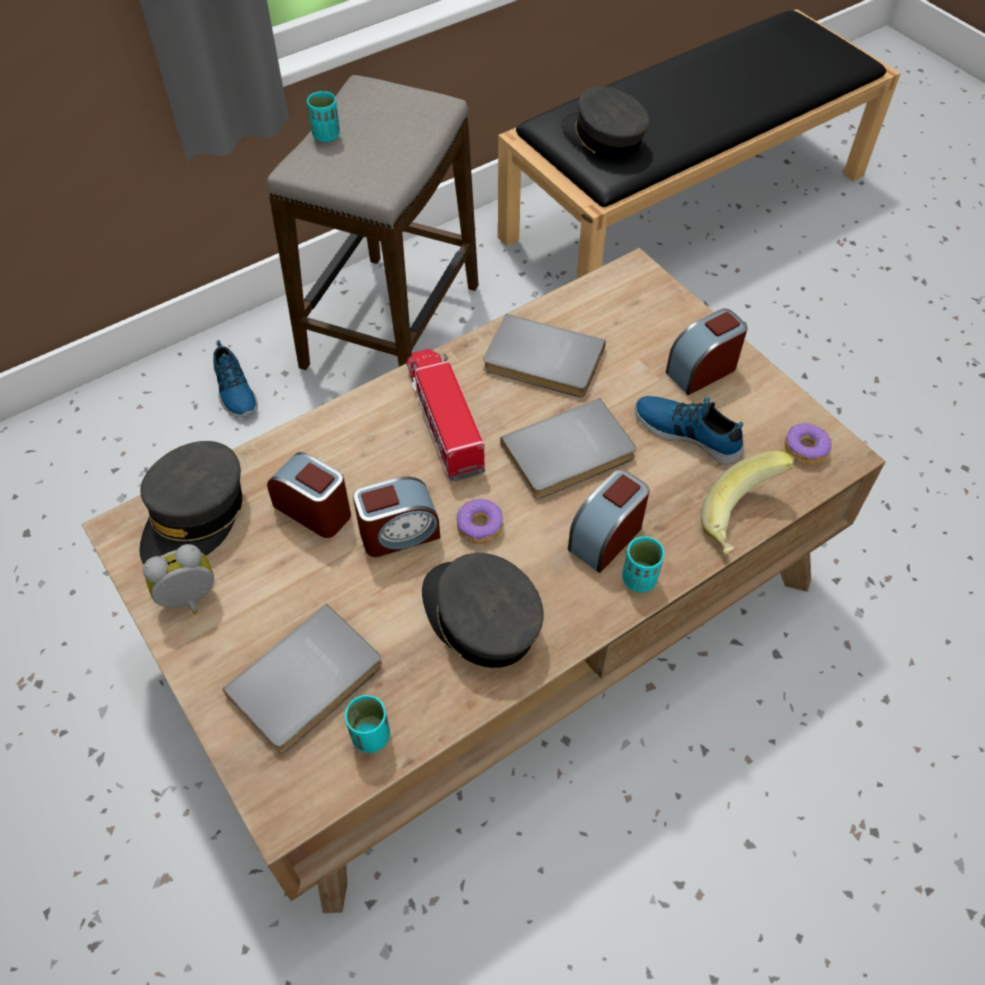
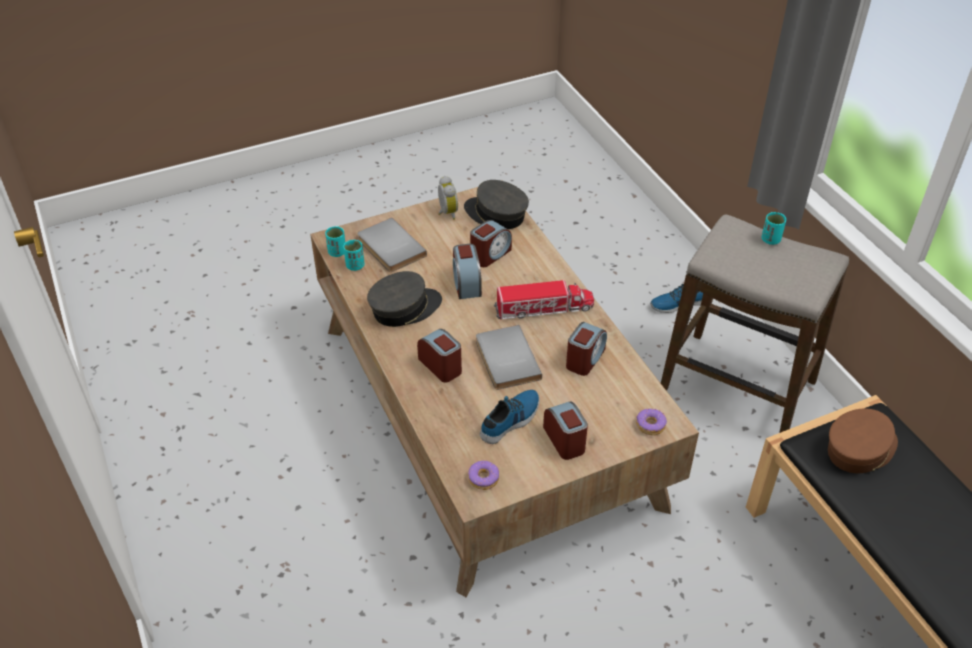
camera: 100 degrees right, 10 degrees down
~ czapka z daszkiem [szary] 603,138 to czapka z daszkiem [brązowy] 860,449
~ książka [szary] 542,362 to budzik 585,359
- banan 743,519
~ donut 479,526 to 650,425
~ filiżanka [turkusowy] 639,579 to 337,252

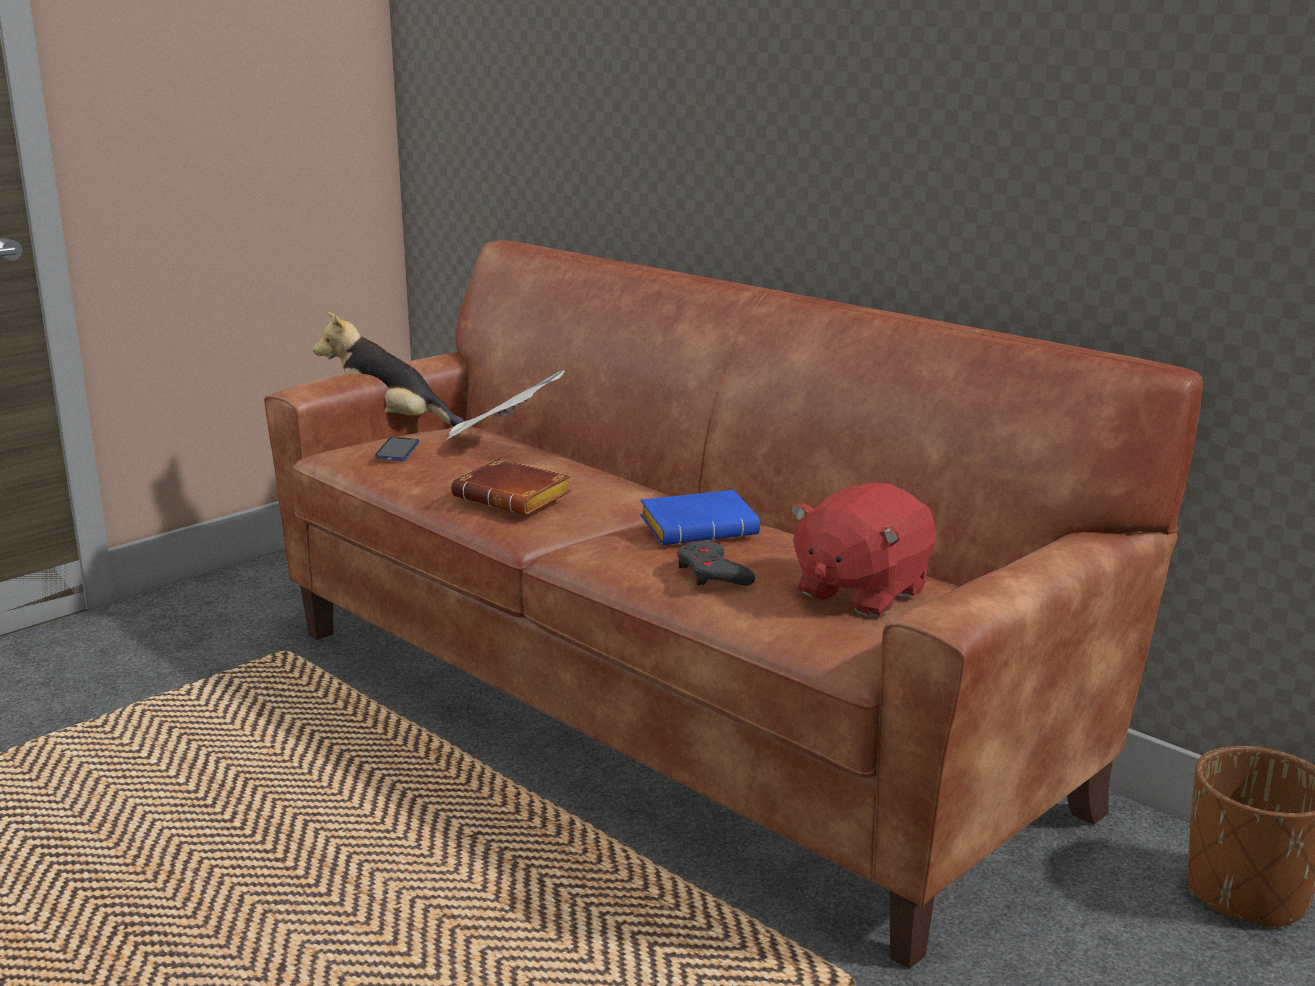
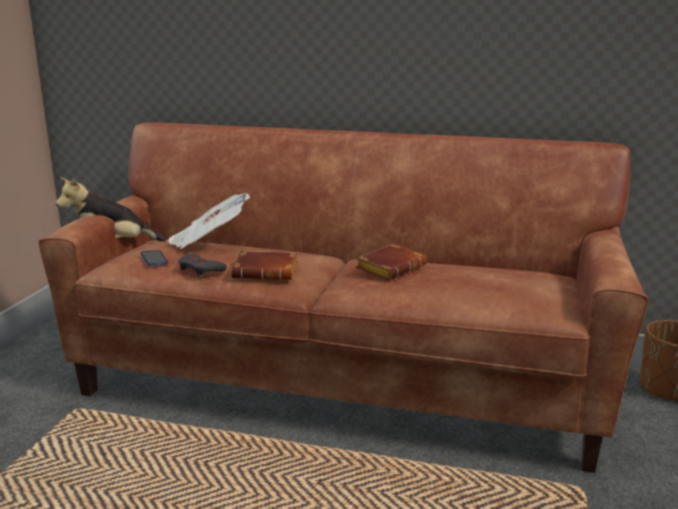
camera: 30 degrees left, 0 degrees up
- pluszak [czerwony] 860,592
~ książka [niebieski] 701,527 to książka [brązowy] 390,267
~ pad do gier [szary] 712,573 to 200,269

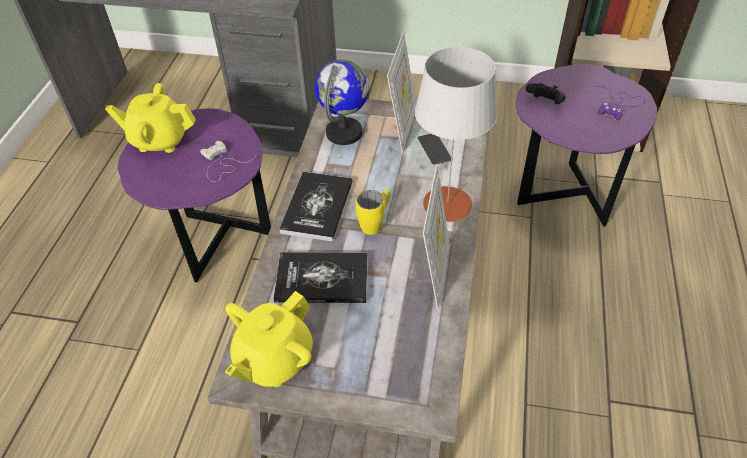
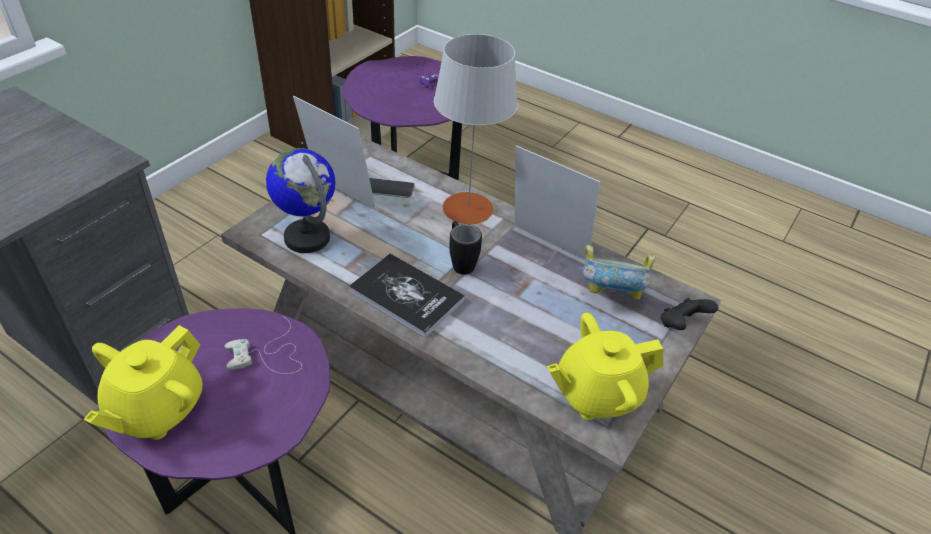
camera: 70 degrees left, 5 degrees down
~ pad do gier [czarny] 544,103 to 681,325
~ kubek [żółty] 375,223 to kubek [czarny] 460,262
- książka 322,279
~ imbryk [żółty] 274,359 = 596,394 105 degrees clockwise
+ miska 610,295

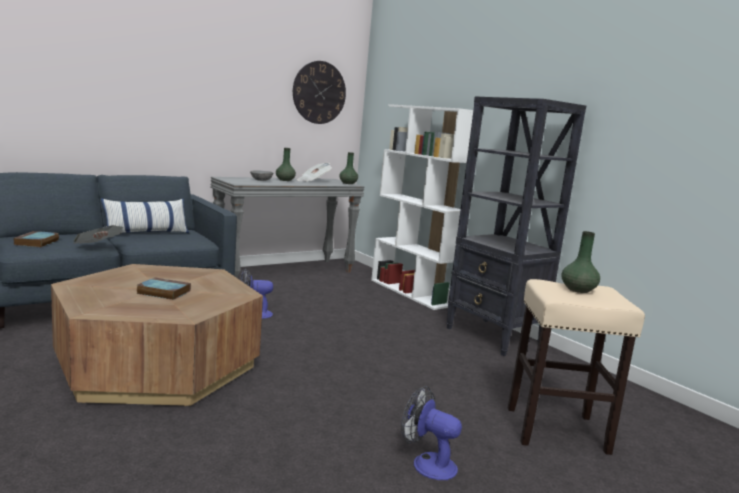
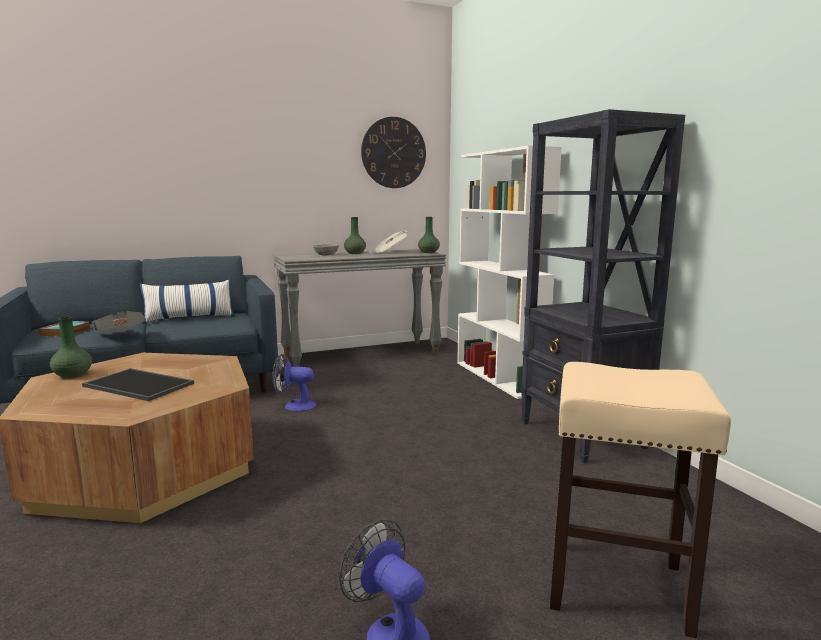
camera: 15 degrees right, 0 degrees up
~ wazon [zielony] 578,289 to 73,375
~ książka 162,292 to taca 136,385

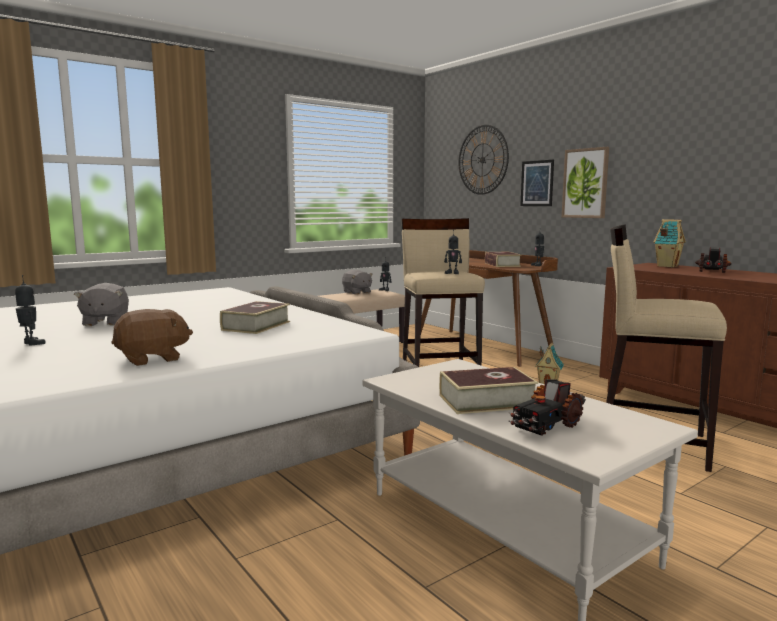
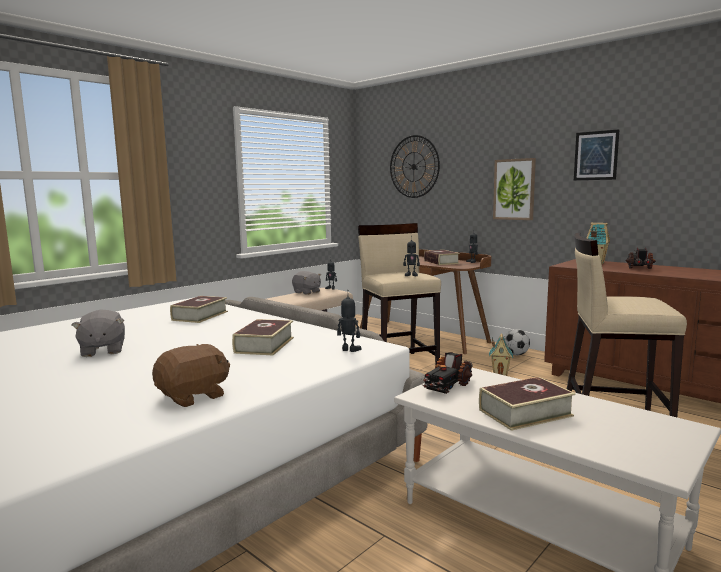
camera: 10 degrees left, 0 degrees up
~ obraz 537,183 to 596,155
~ robot zabawkowy 31,343 to 349,350
~ ciężarówka zabawkowa 546,425 to 447,385
+ książka 200,316
+ piłka futbolowa 516,354

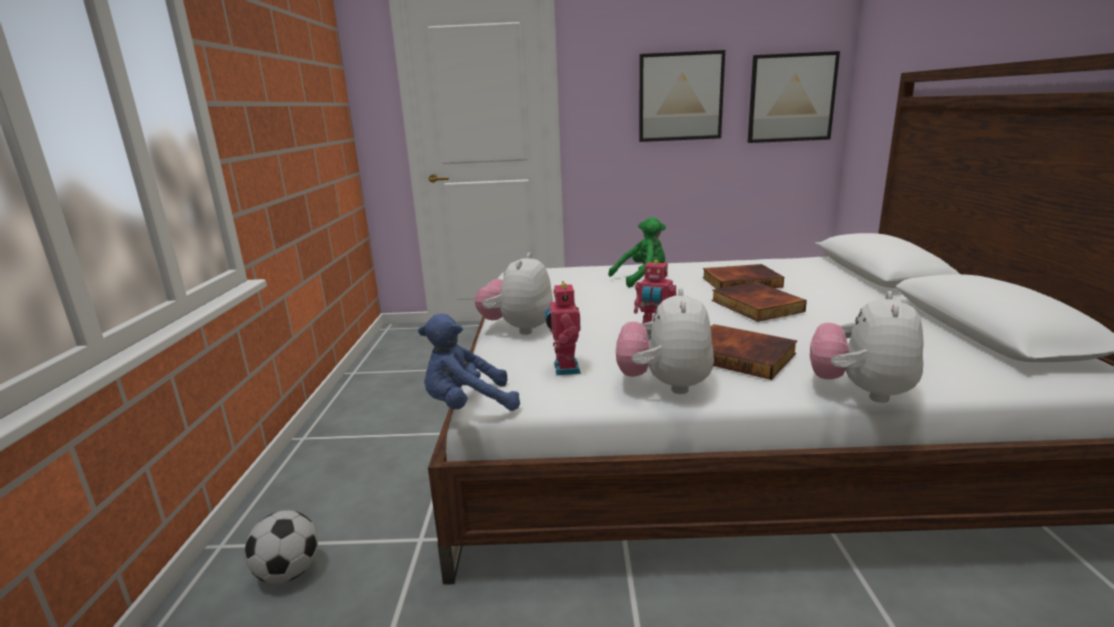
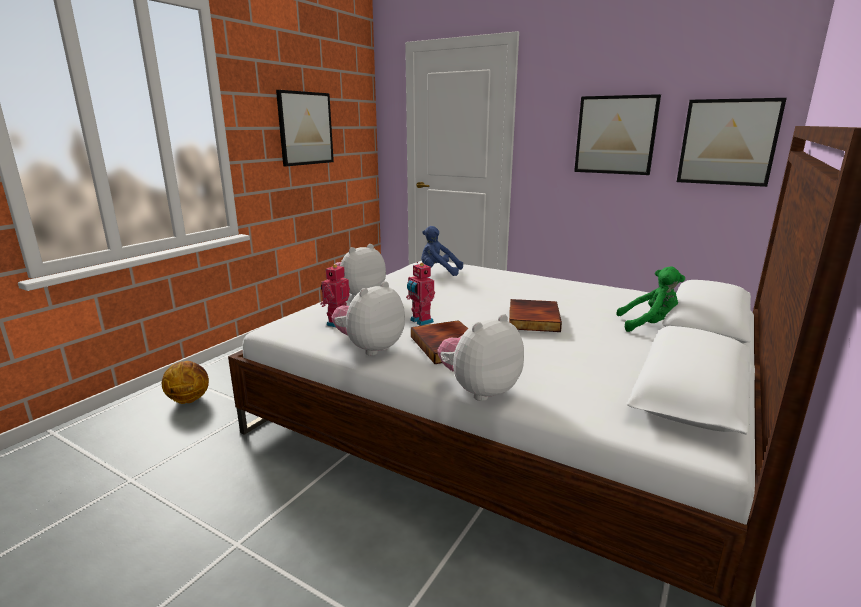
camera: 30 degrees right, 0 degrees up
~ pluszak [zielony] 642,278 to 649,325
- książka 741,282
~ pluszak [niebieski] 467,406 to 438,272
~ piłka futbolowa 289,572 to piłka do koszykówki 189,399
+ obraz 305,128

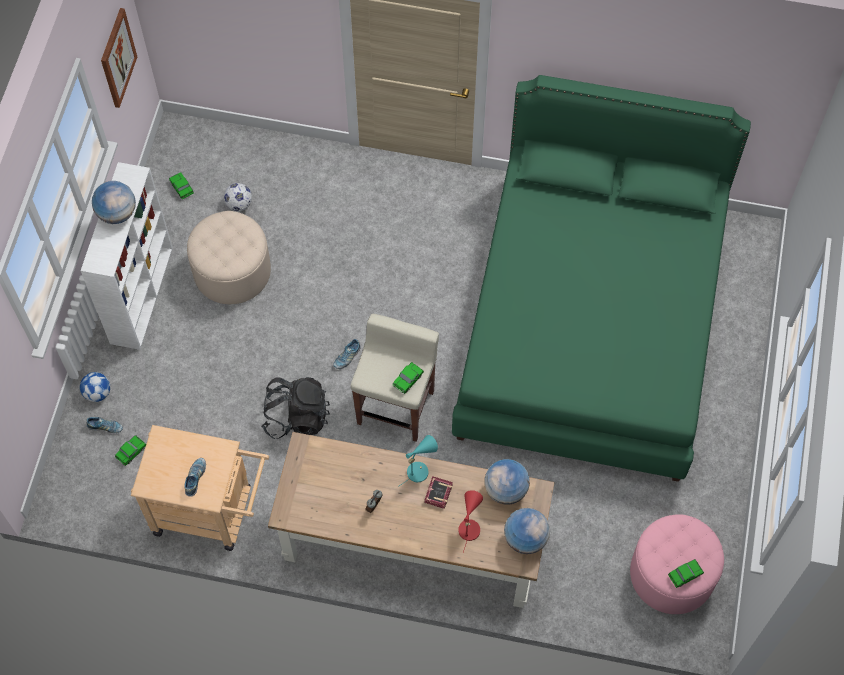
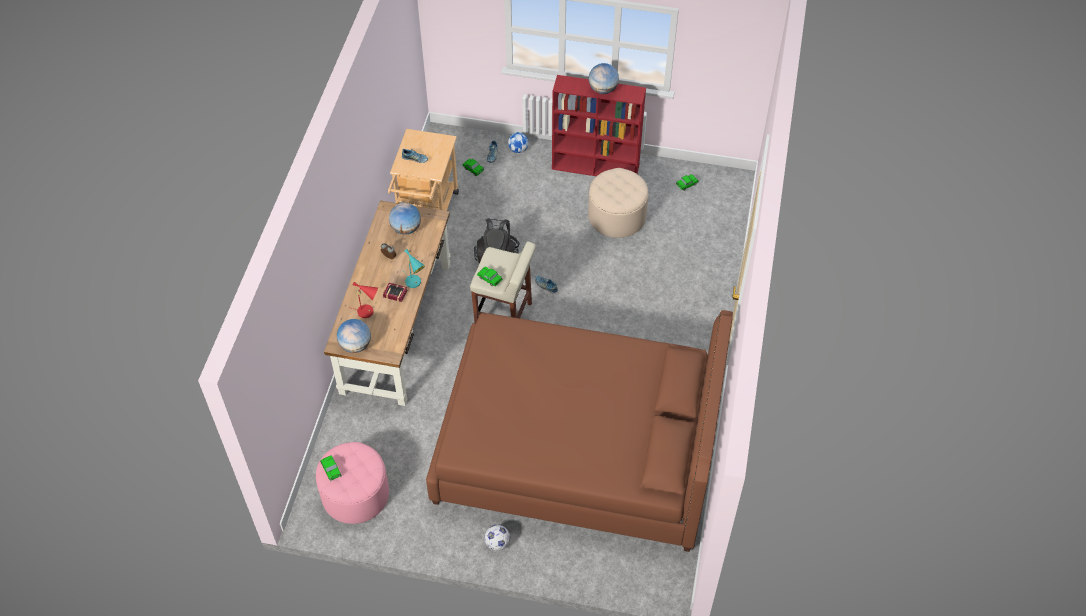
camera: 90 degrees right, 10 degrees down
- obraz 117,58
~ łóżko [zielony] 590,323 to łóżko [brązowy] 577,447
~ regał [biały] 141,293 to regał [czerwony] 596,167
~ piłka futbolowa 239,204 to 497,543
~ globus 506,490 to 406,229

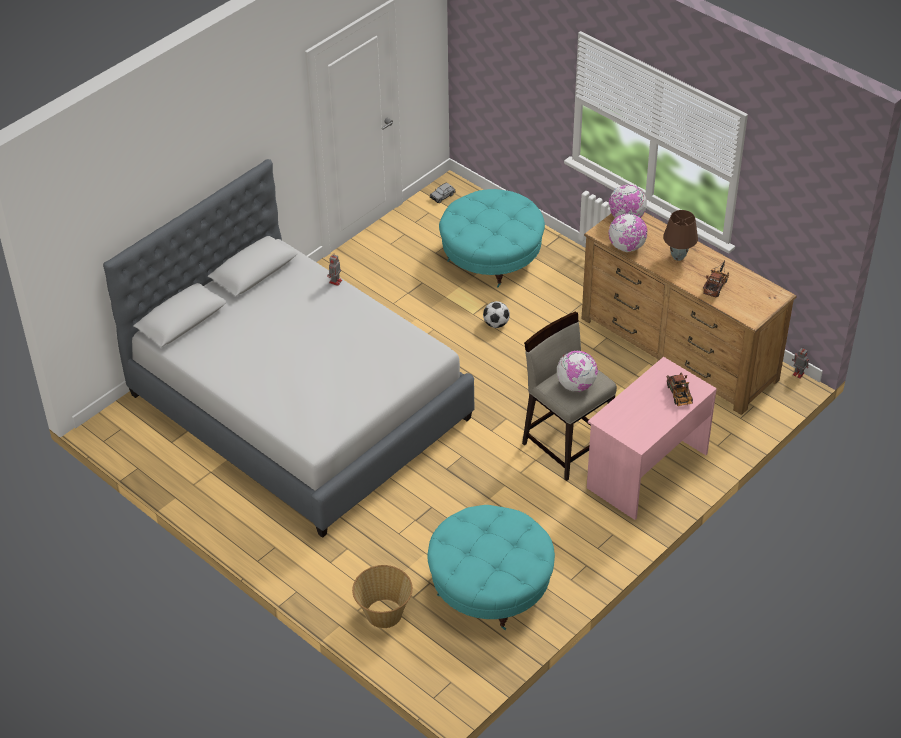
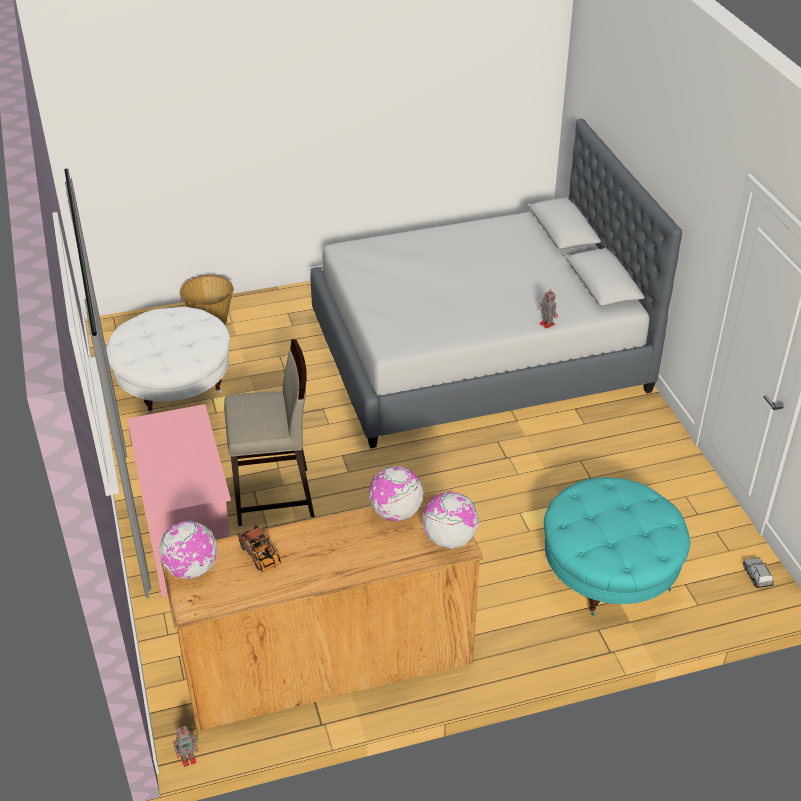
camera: 120 degrees right, 5 degrees down
- lampa stołowa [brązowy] 678,257
- piłka futbolowa 496,324
~ globus 576,385 to 191,569
- ciężarówka zabawkowa 679,396
~ pufa [turkusowy] 490,586 to pufa [biały] 174,382

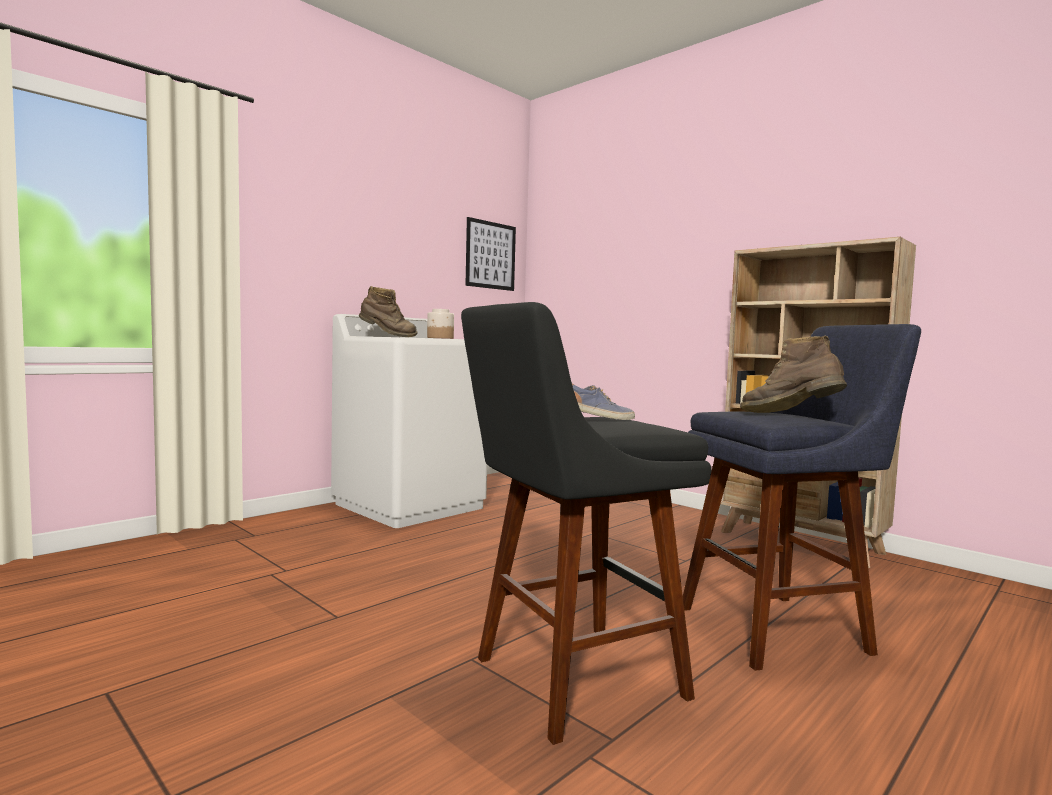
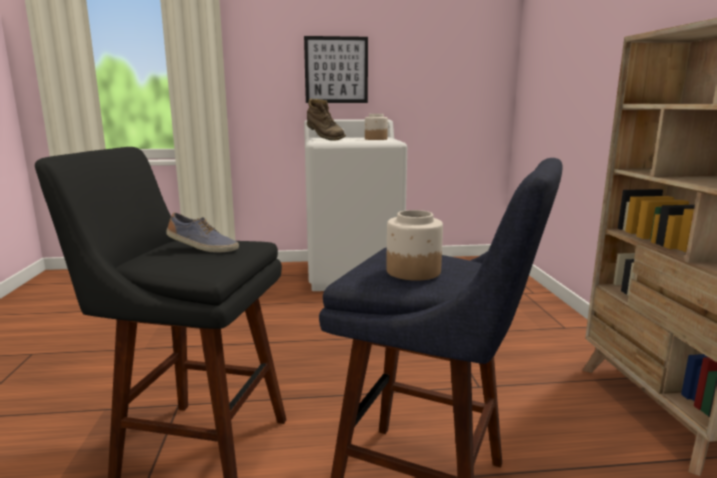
camera: 40 degrees right, 10 degrees up
~ obraz 490,255 to 336,70
~ but z cholewką [brązowy] 790,416 to słoik 412,271

